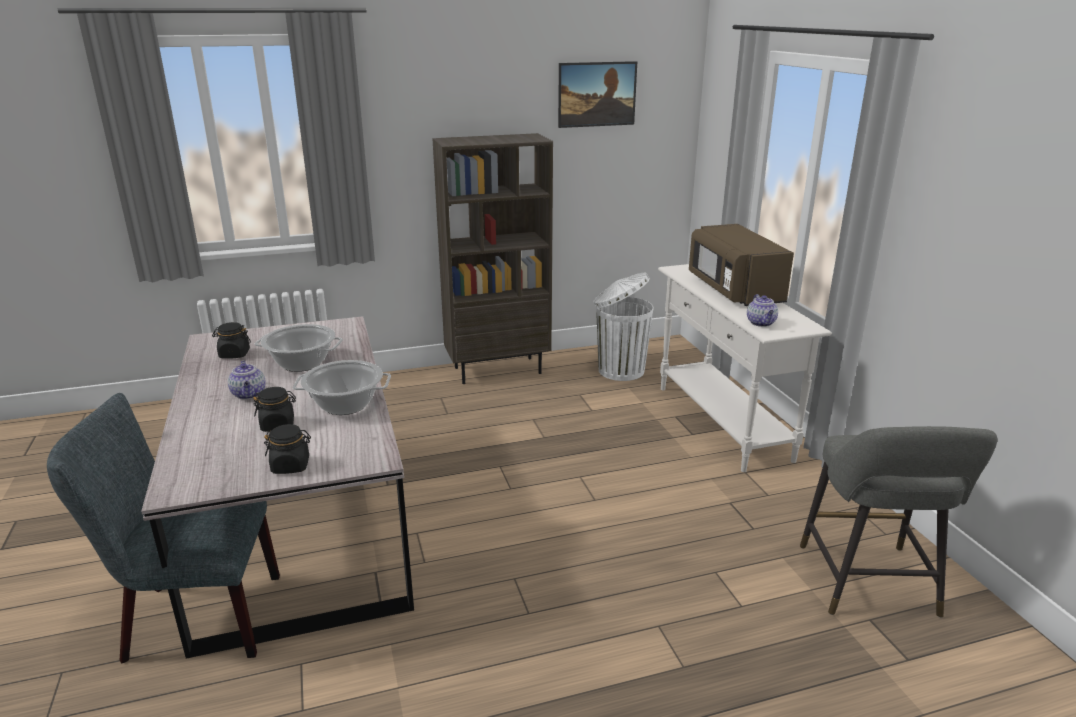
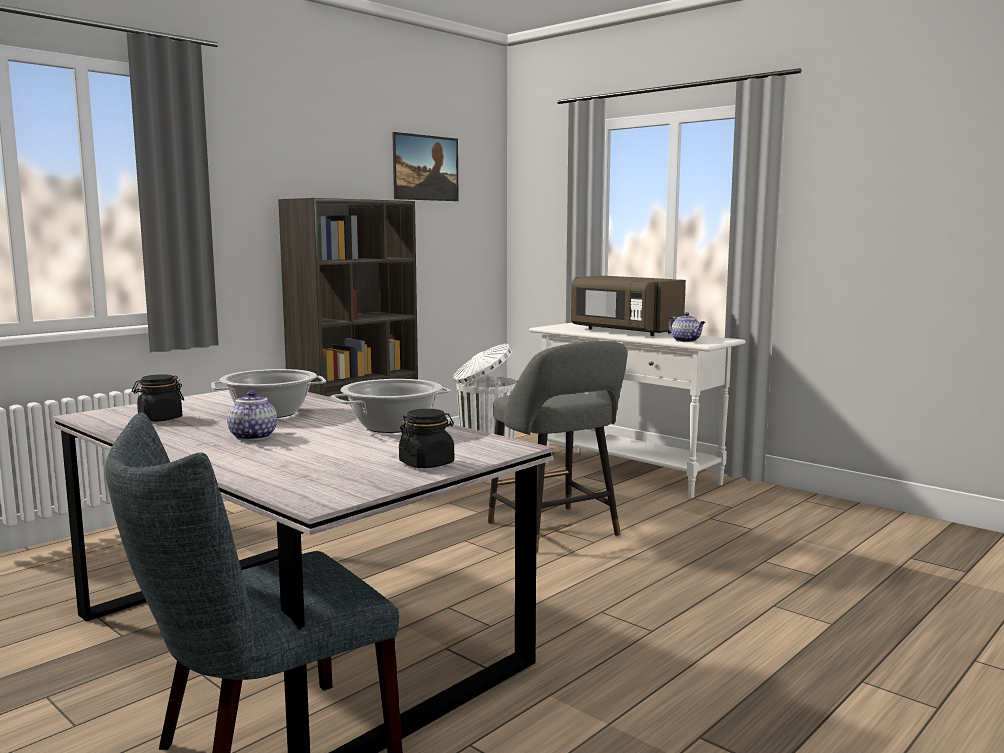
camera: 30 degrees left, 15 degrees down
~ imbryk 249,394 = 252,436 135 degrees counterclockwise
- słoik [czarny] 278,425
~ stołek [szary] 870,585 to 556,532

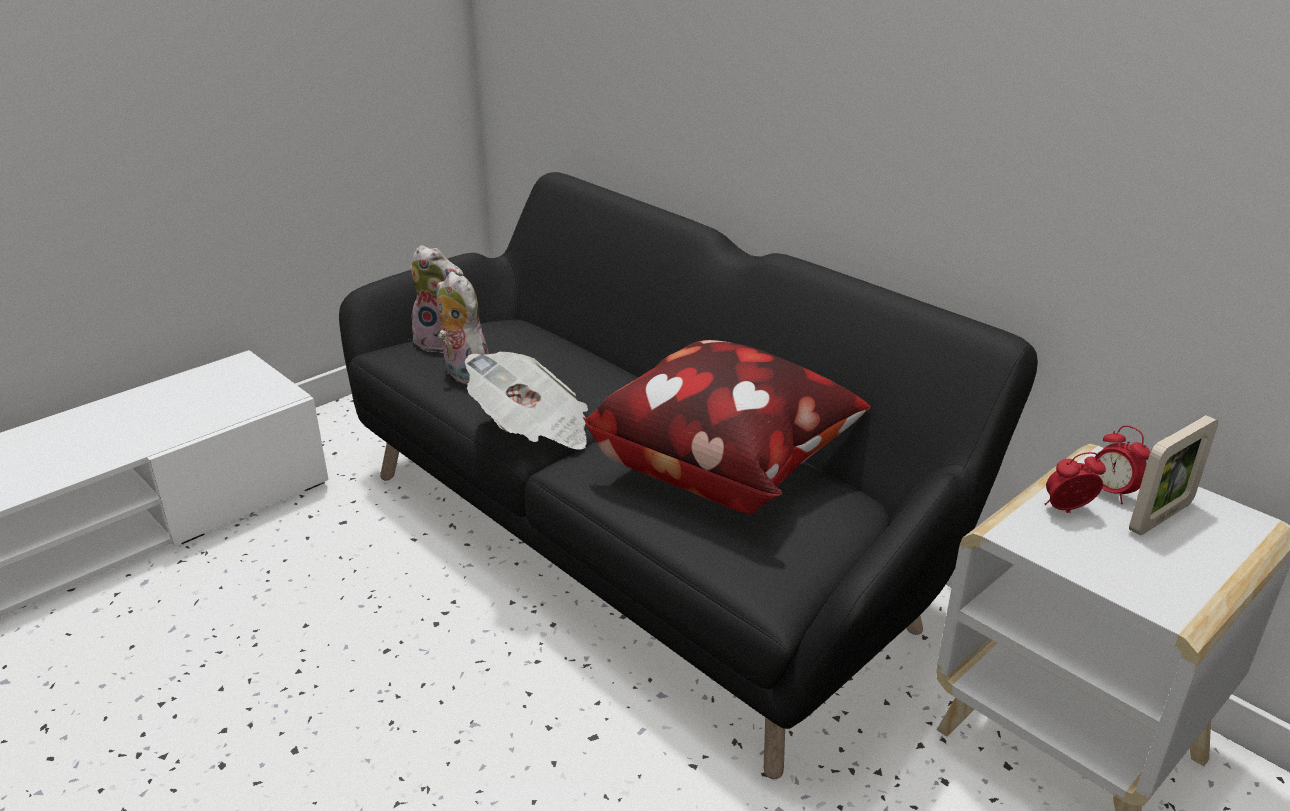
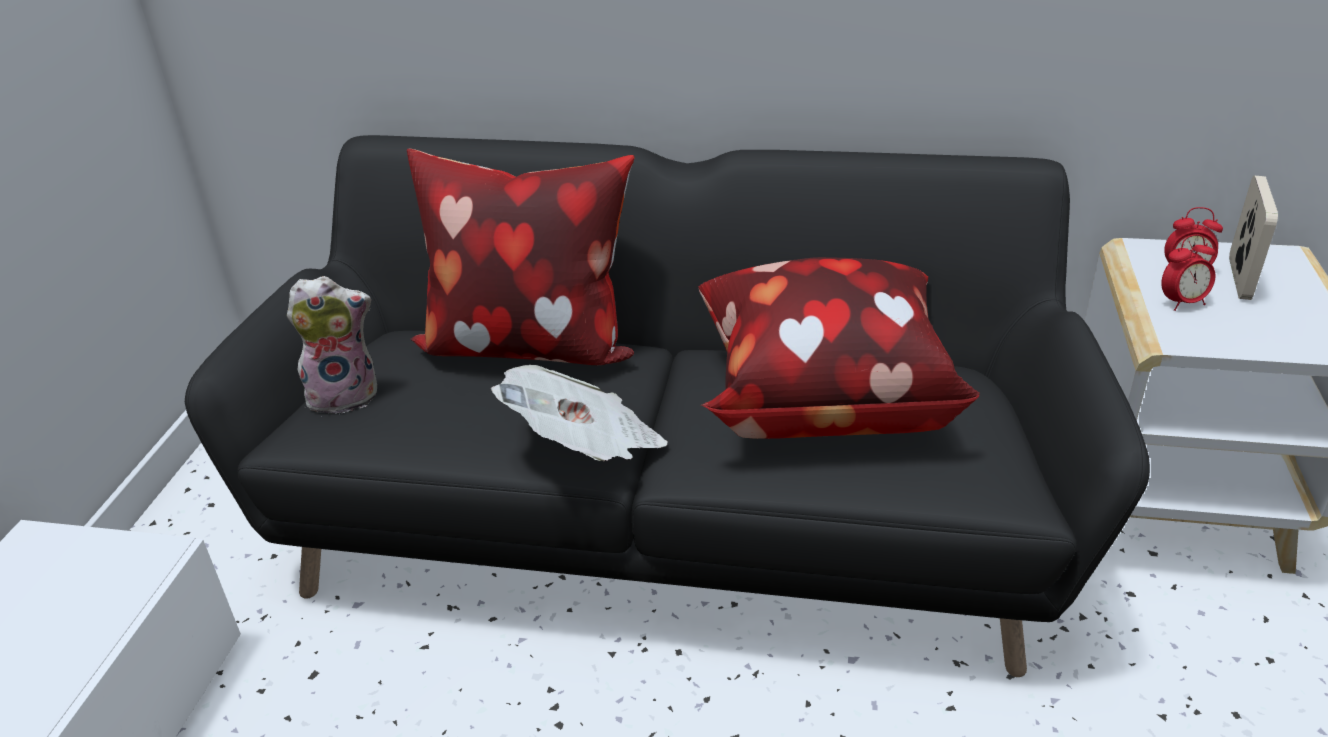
camera: 35 degrees left, 5 degrees up
- pluszak 463,374
~ budzik 1067,510 = 1182,303 150 degrees counterclockwise
+ poduszka 529,344

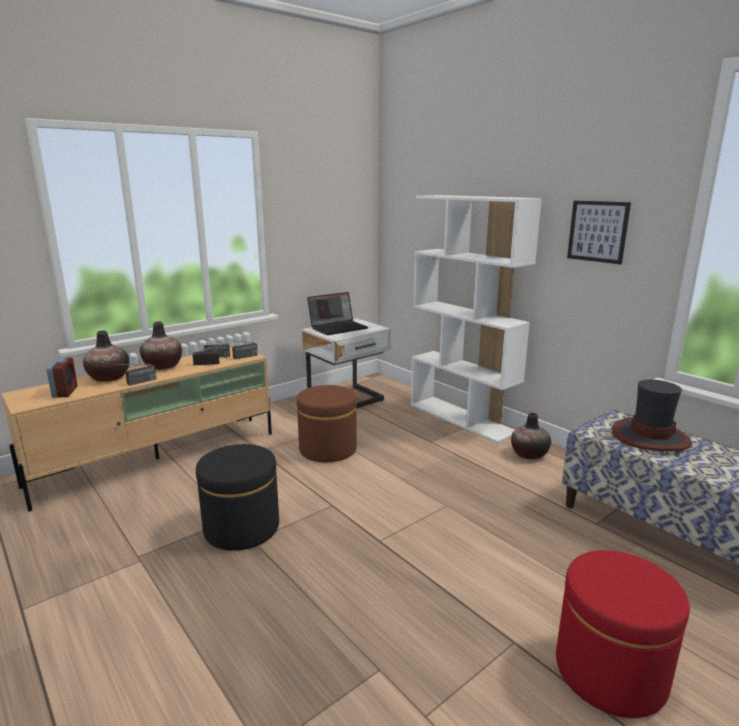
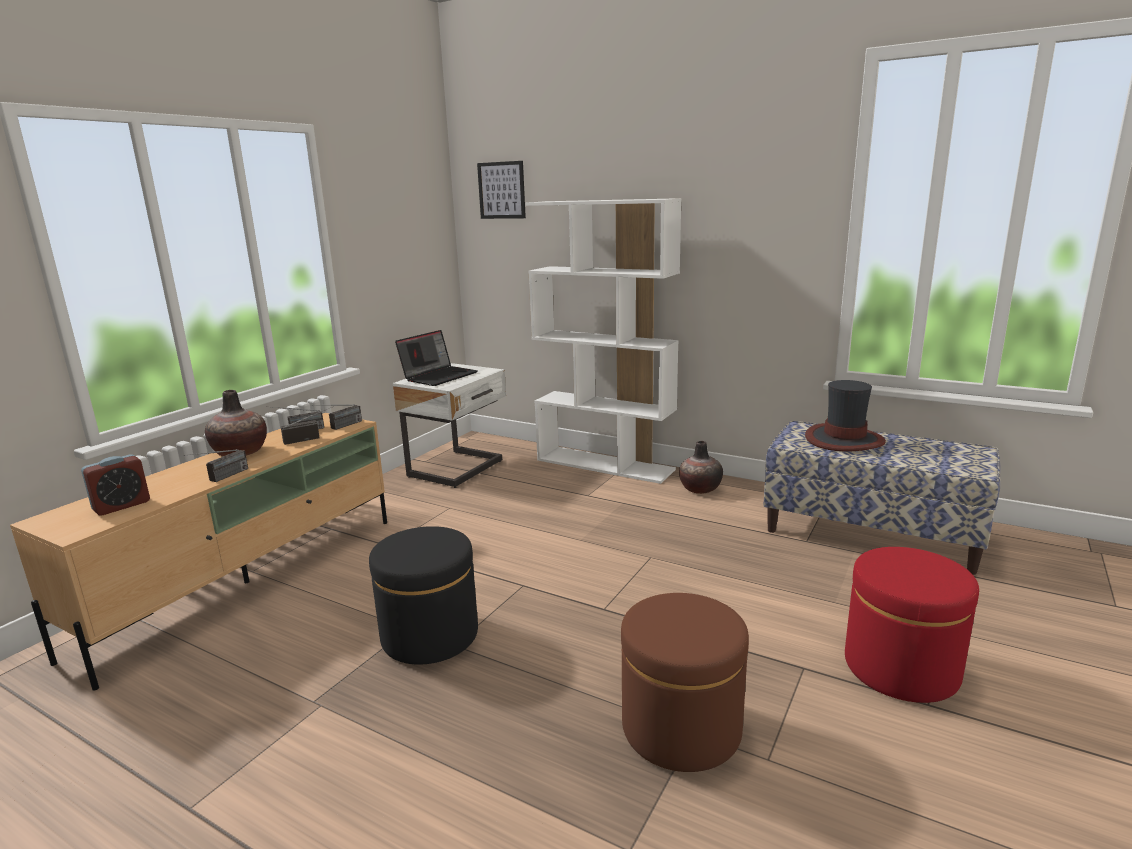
camera: 20 degrees left, 0 degrees up
~ obraz 597,231 to 501,190
- wazon 109,378
~ budzik 65,392 = 122,506 75 degrees clockwise
~ pufa [brązowy] 328,449 to 681,728

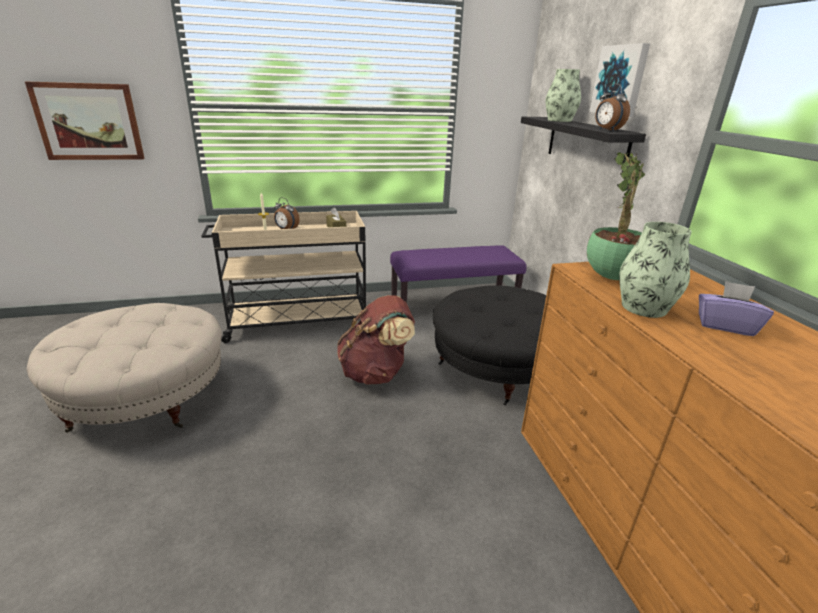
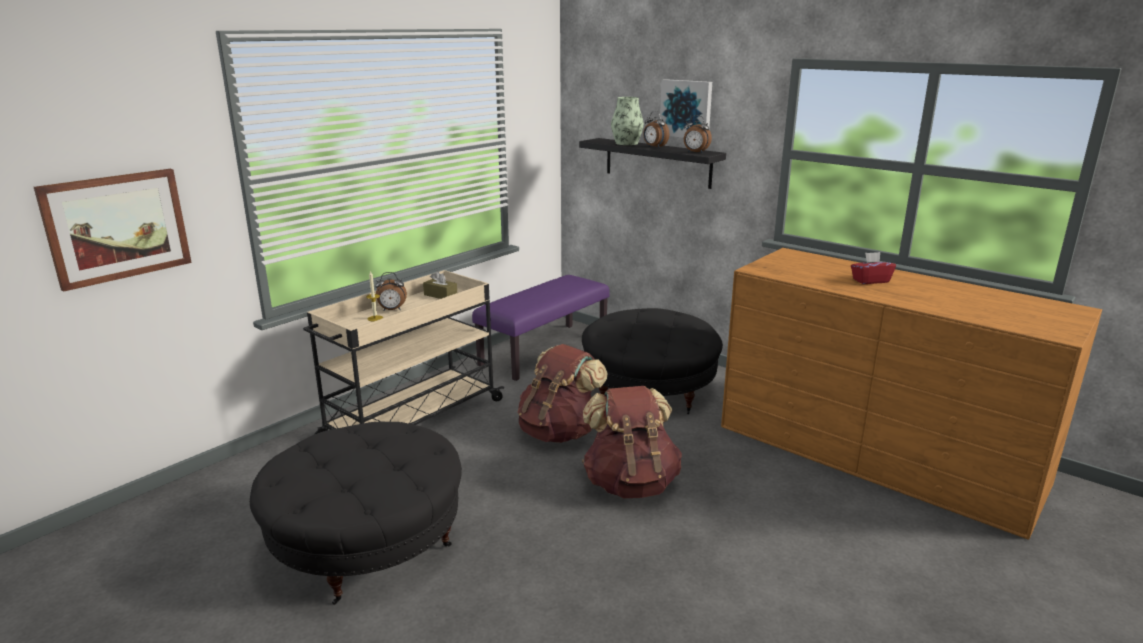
camera: 35 degrees left, 5 degrees down
- roślina doniczkowa 612,278
- wazon 643,307
~ pudełko chusteczek [fioletowy] 725,326 to pudełko chusteczek [czerwony] 870,281
~ pufa [beżowy] 146,397 to pufa [czarny] 367,543
+ budzik 654,147
+ plecak [brązowy] 630,483

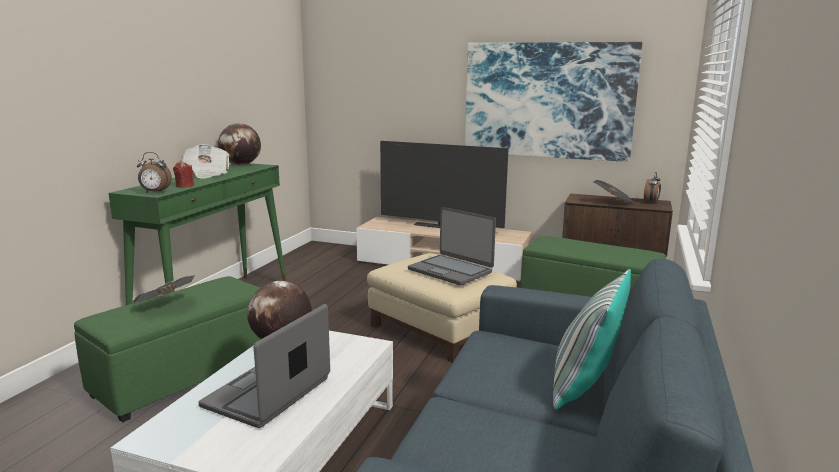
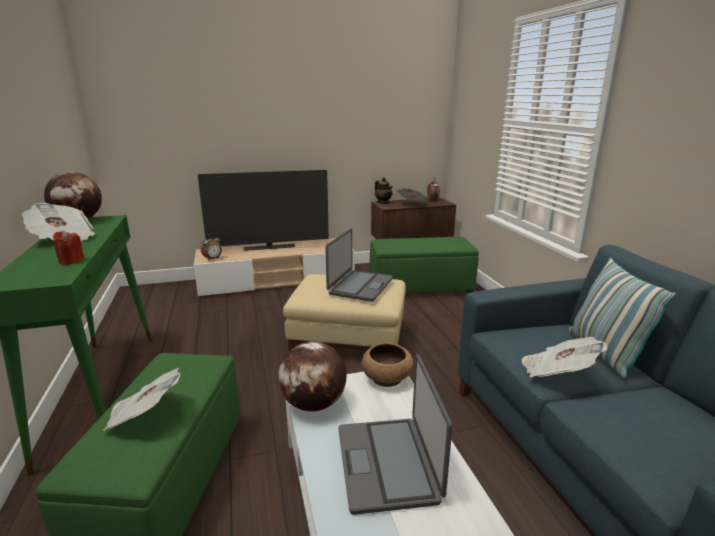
camera: 35 degrees left, 5 degrees up
- obraz 548,100
~ budzik 155,192 to 213,259
~ laptop 451,270 = 360,286 75 degrees counterclockwise
+ imbryk 383,202
+ gazeta 557,373
+ miska [brązowy] 387,378

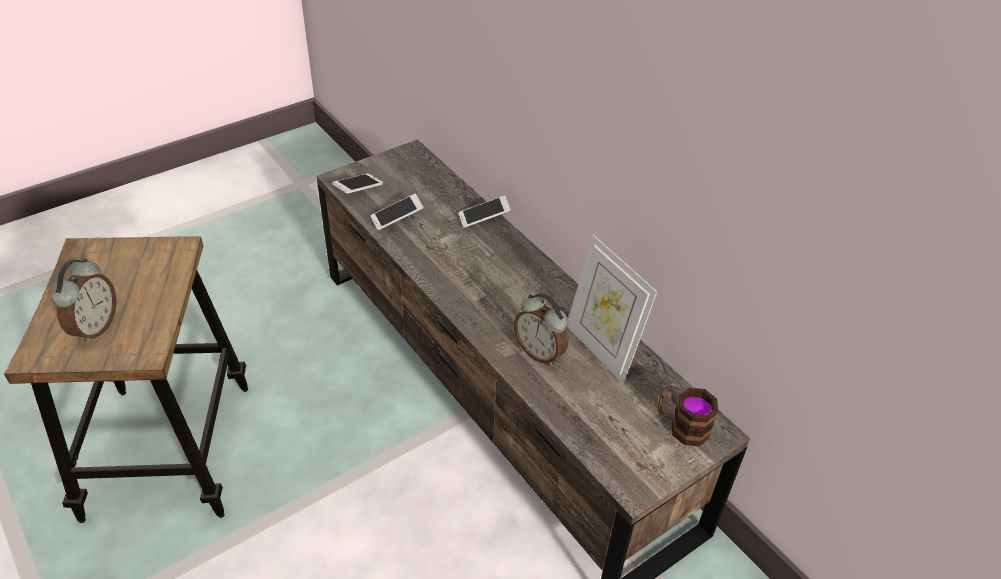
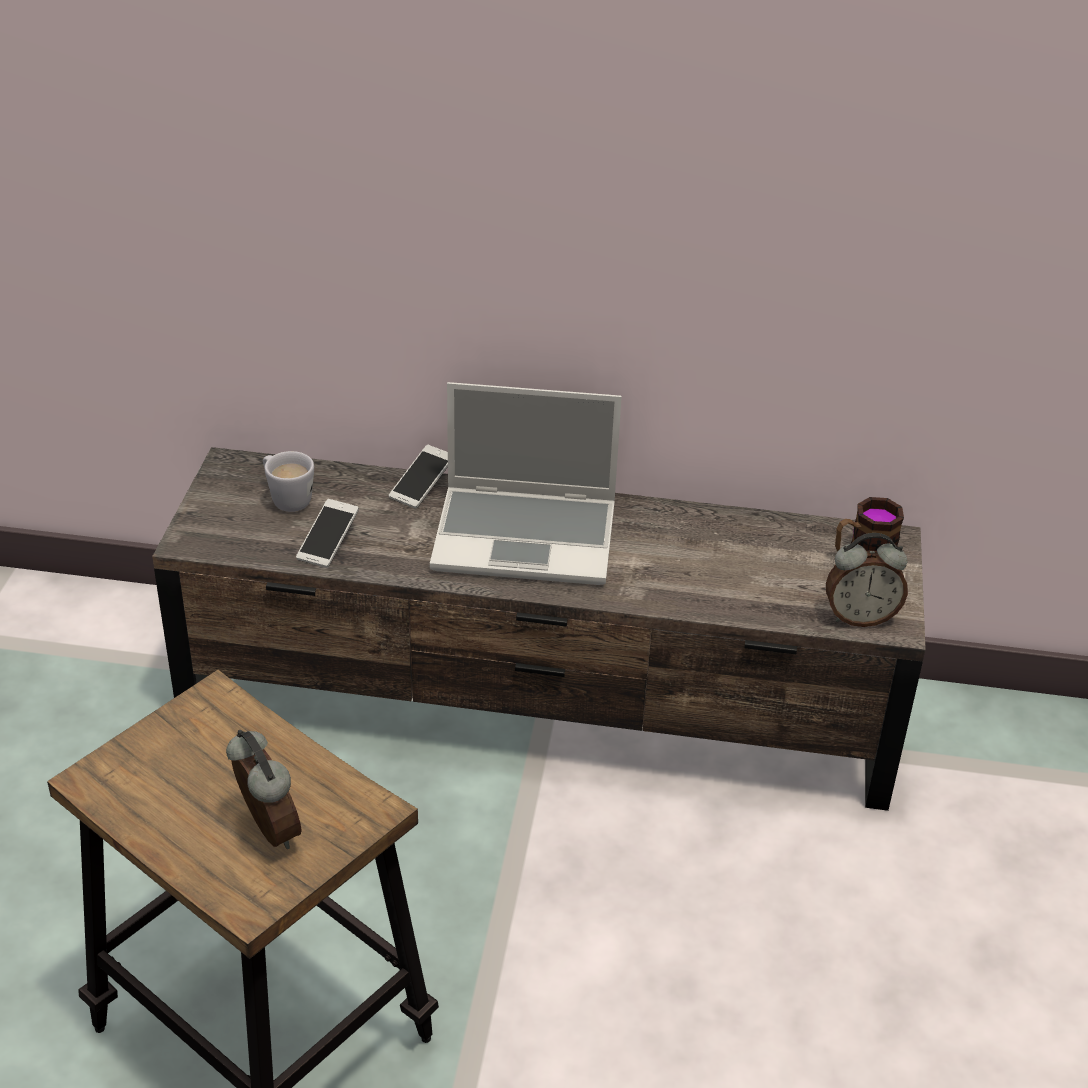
camera: 45 degrees left, 5 degrees down
- telefon 358,189
- ramka na zdjęcie 601,350
~ budzik 540,352 to 860,617
+ laptop 527,537
+ kubek [biały] 286,498

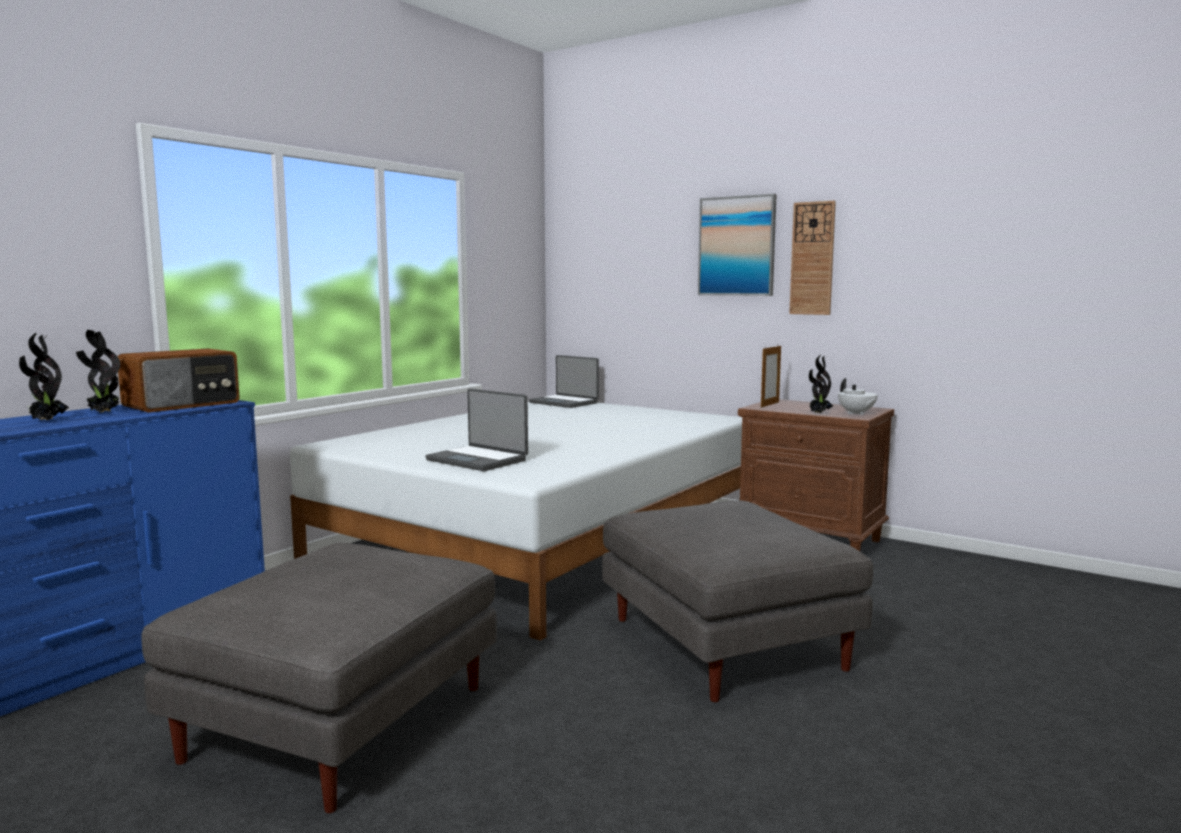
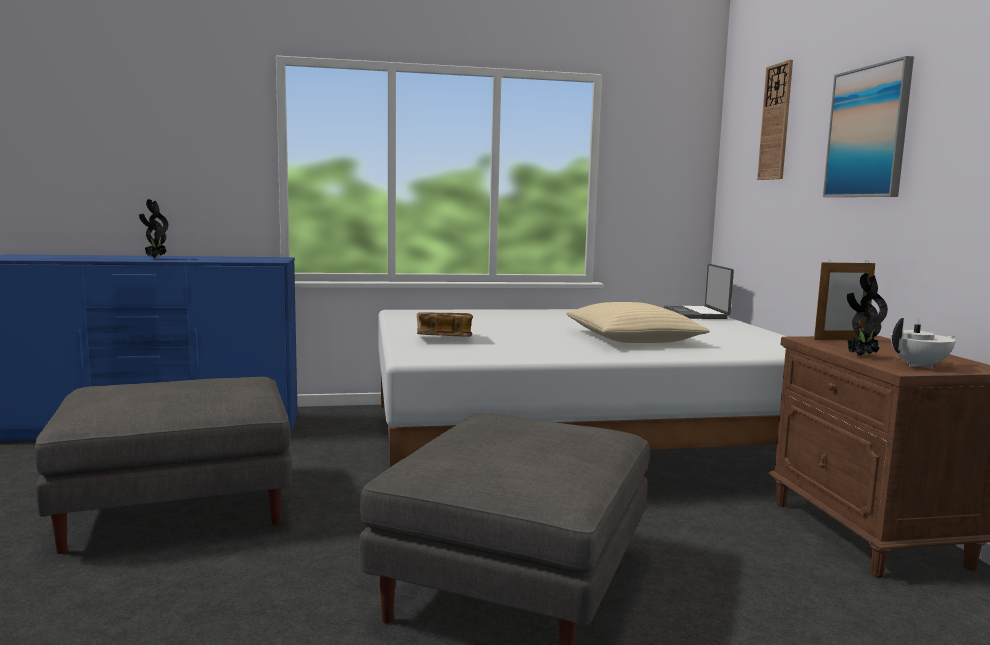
camera: 45 degrees right, 0 degrees up
~ zegar ścienny 812,258 to 776,122
- roślina doniczkowa 103,413
- radio 183,404
~ imbryk [biały] 856,413 = 920,366 135 degrees counterclockwise
~ laptop 478,460 to książka 443,339
+ poduszka [beżowy] 632,338

